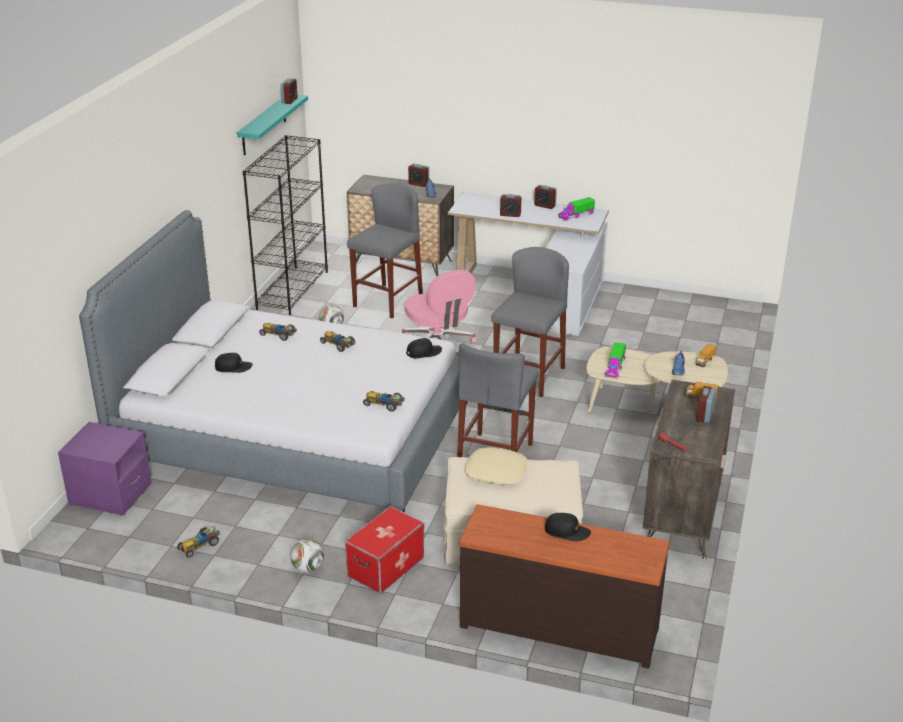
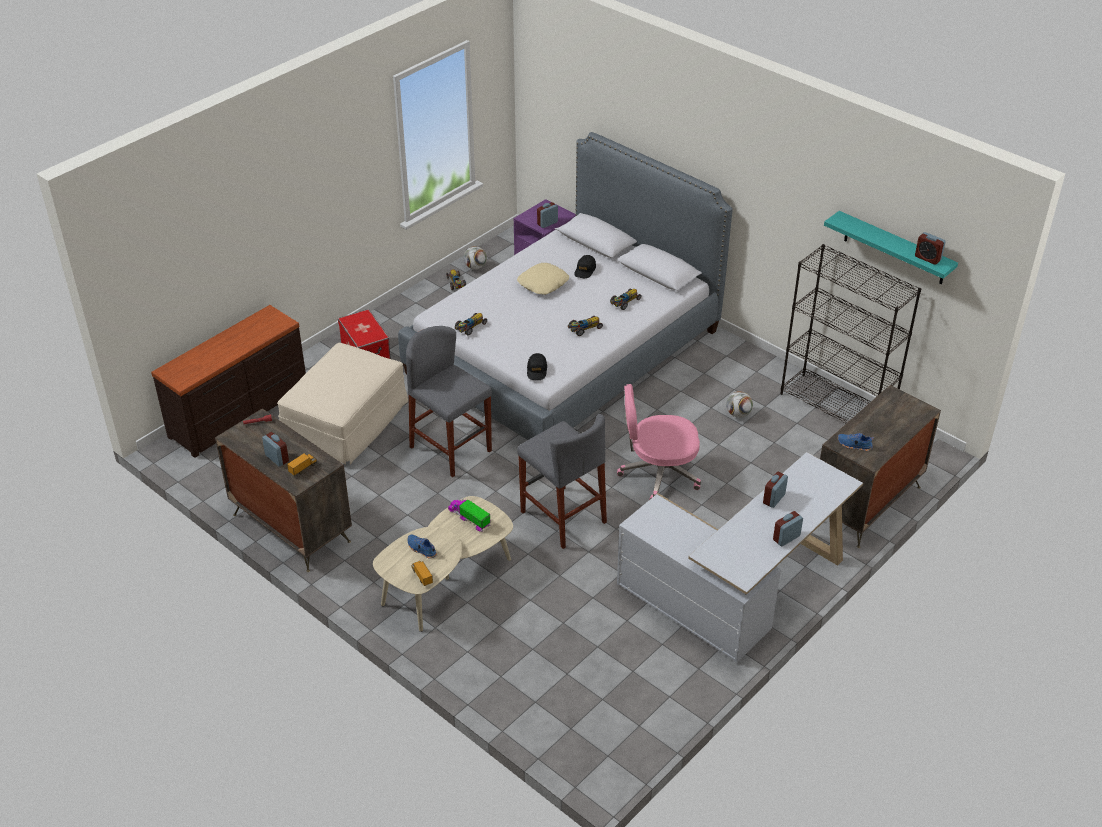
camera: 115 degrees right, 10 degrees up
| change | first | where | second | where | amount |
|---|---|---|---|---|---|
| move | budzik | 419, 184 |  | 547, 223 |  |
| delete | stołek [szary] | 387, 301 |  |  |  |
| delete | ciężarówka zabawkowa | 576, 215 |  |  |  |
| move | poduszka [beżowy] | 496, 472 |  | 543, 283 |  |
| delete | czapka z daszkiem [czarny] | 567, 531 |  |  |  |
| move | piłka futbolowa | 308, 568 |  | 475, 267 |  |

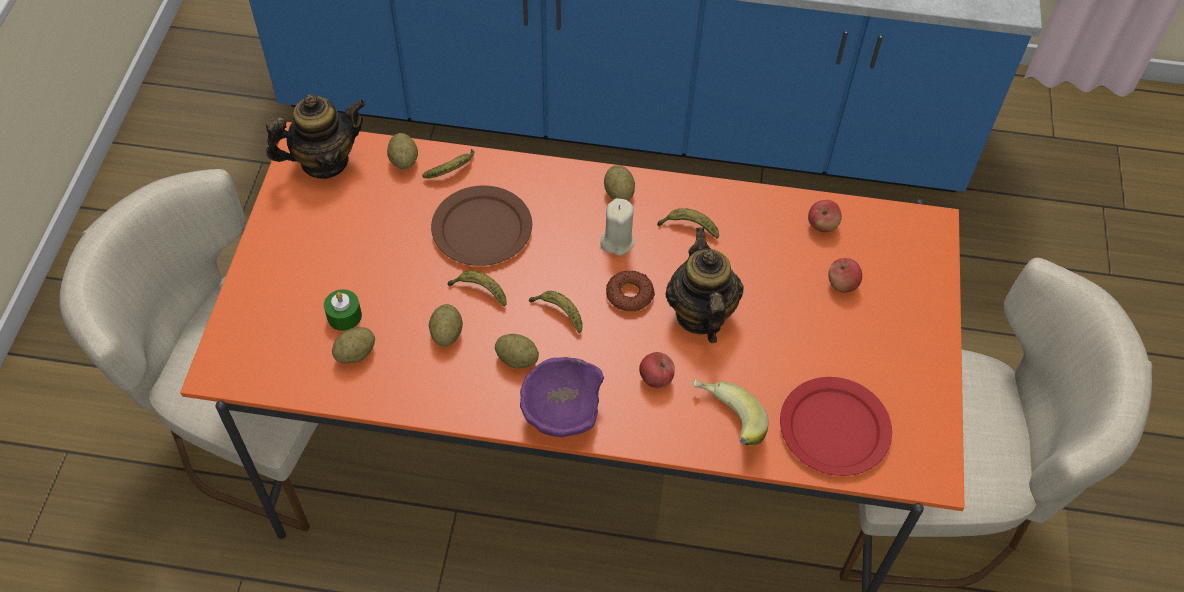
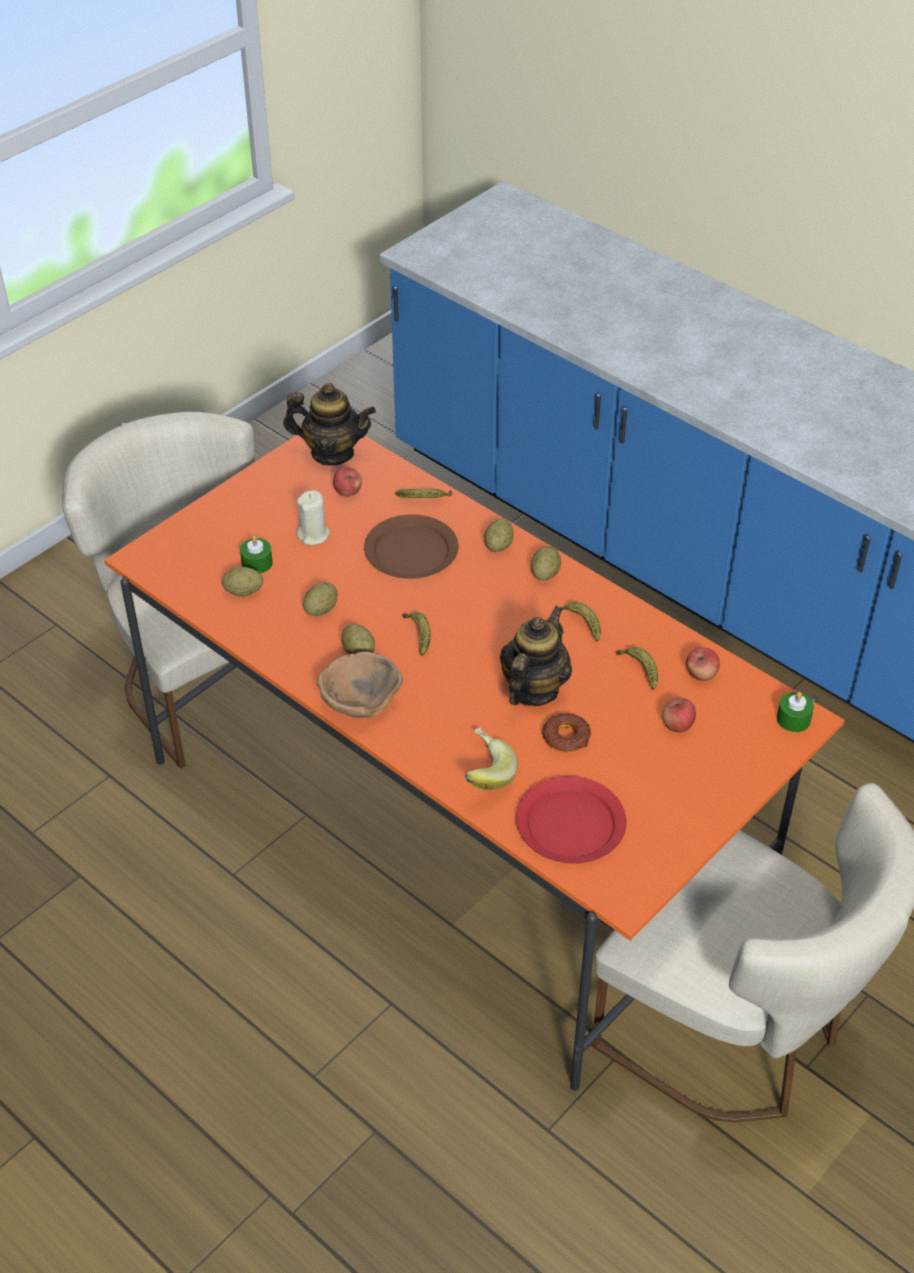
camera: 35 degrees right, 10 degrees down
| change | first | where | second | where | amount |
|---|---|---|---|---|---|
| move | ziemniak | 404, 160 |  | 498, 546 |  |
| move | świeca [beżowy] | 617, 241 |  | 313, 535 |  |
| move | banan | 479, 291 |  | 640, 670 |  |
| move | donut | 630, 295 |  | 566, 737 |  |
| move | jabłko | 655, 378 |  | 348, 492 |  |
| recolor | miska [fioletowy] | 560, 412 | miska [brązowy] | 359, 703 |  |
| insert |  |  | świeca [zielony] | 793, 719 |  |

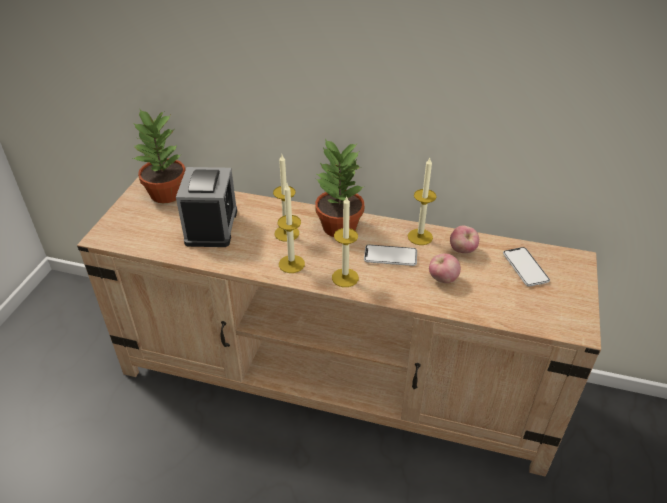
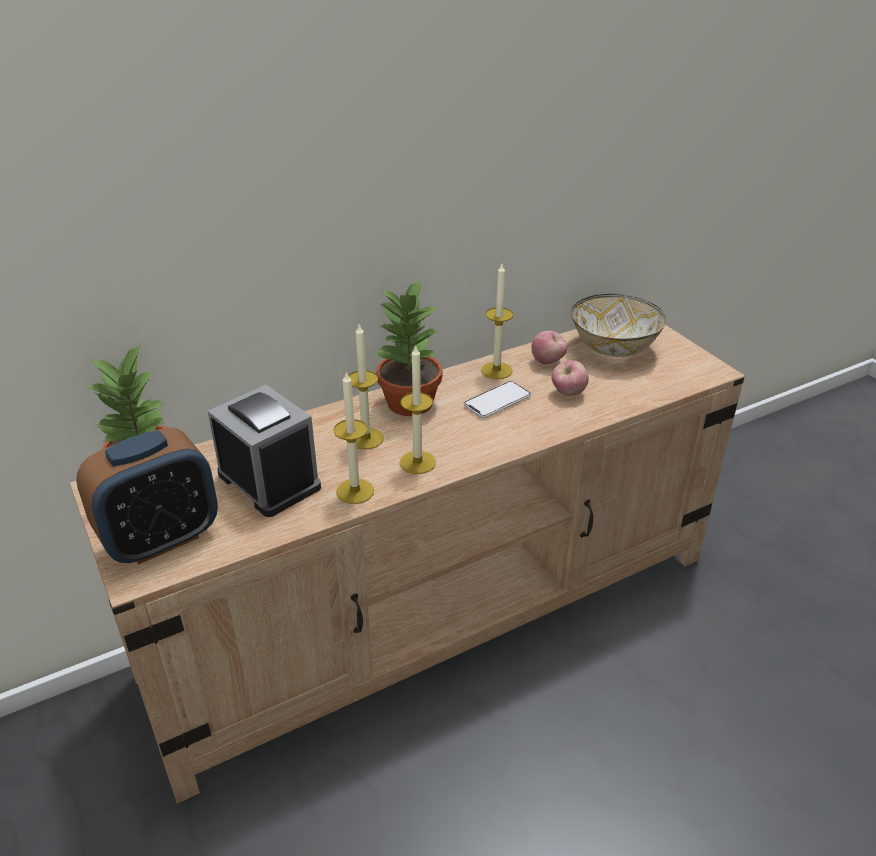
camera: 45 degrees left, 5 degrees down
| change | first | where | second | where | amount |
|---|---|---|---|---|---|
| move | świeca | 345, 277 |  | 355, 491 |  |
| replace | telefon | 525, 267 | miska | 613, 347 |  |
| insert |  |  | budzik | 161, 539 |  |

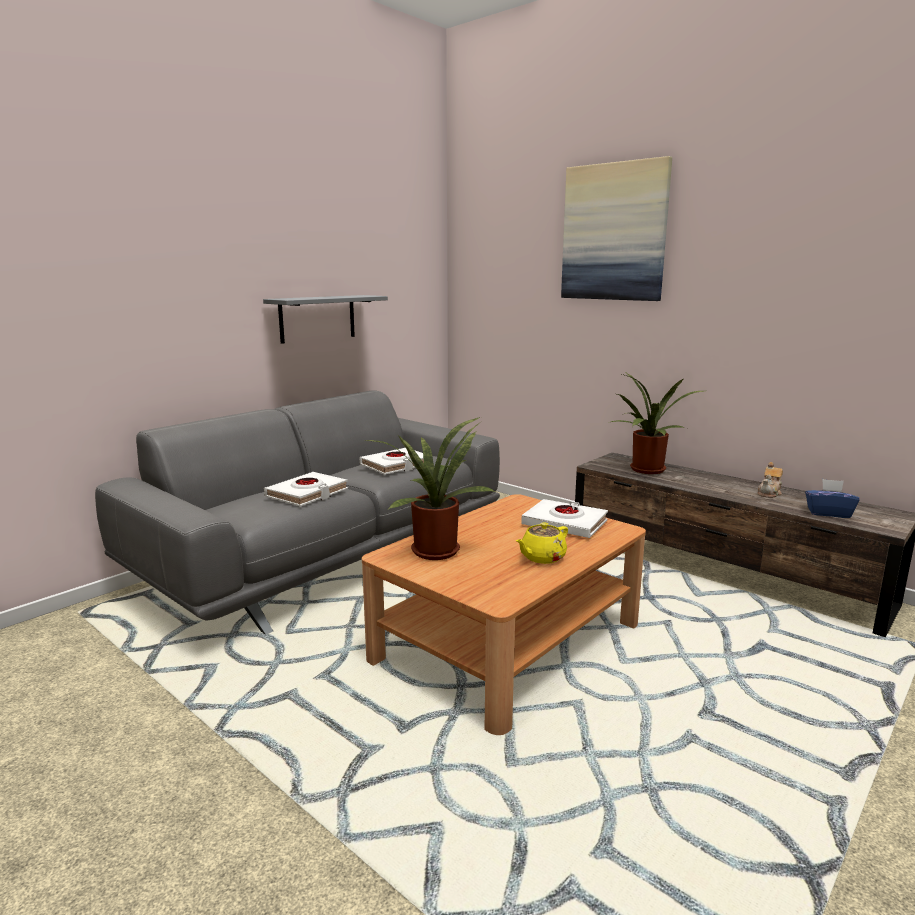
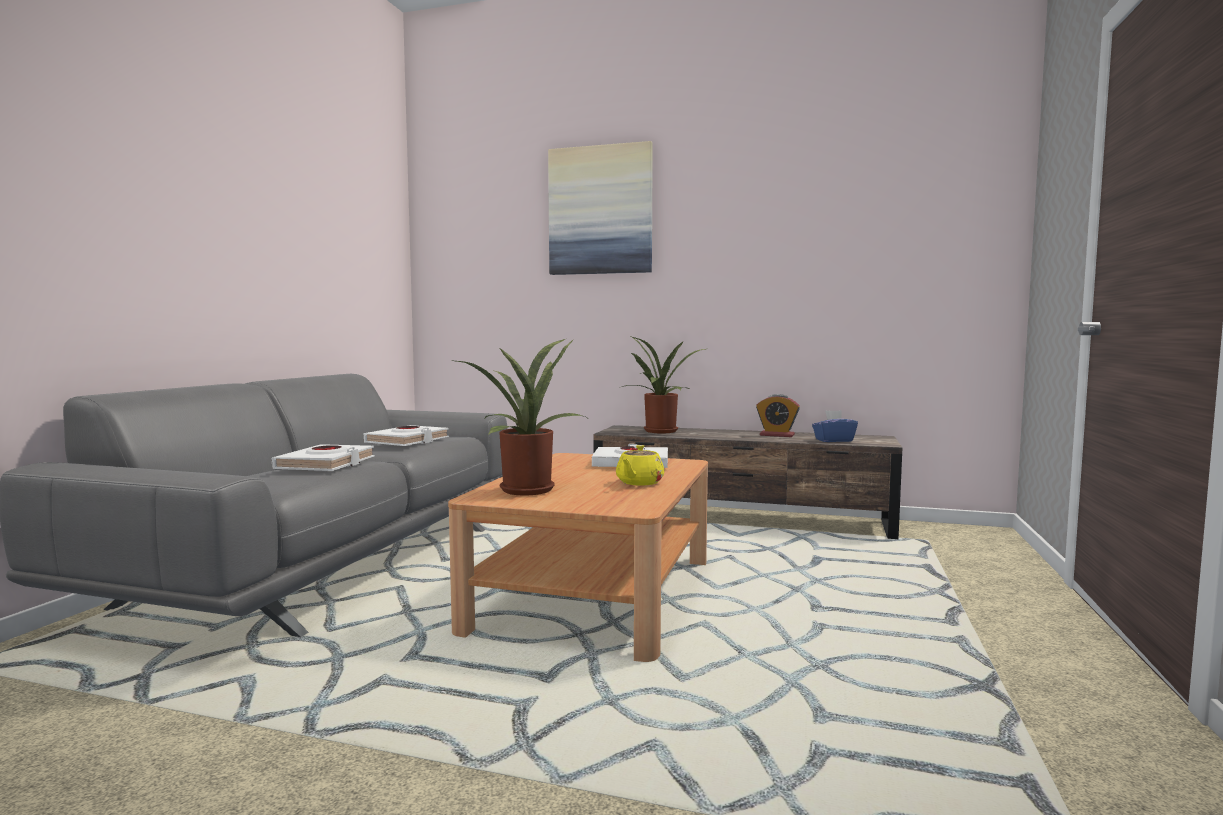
camera: 25 degrees left, 10 degrees down
| change | first | where | second | where | amount |
|---|---|---|---|---|---|
| delete | półka [szary] | 317, 318 |  |  |  |
| replace | imbryk | 769, 493 | budzik | 777, 435 |  |

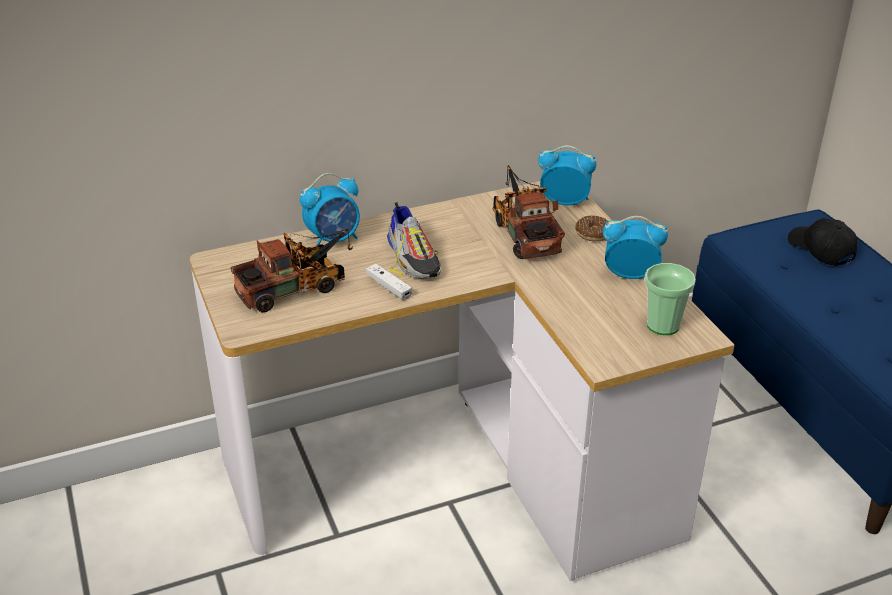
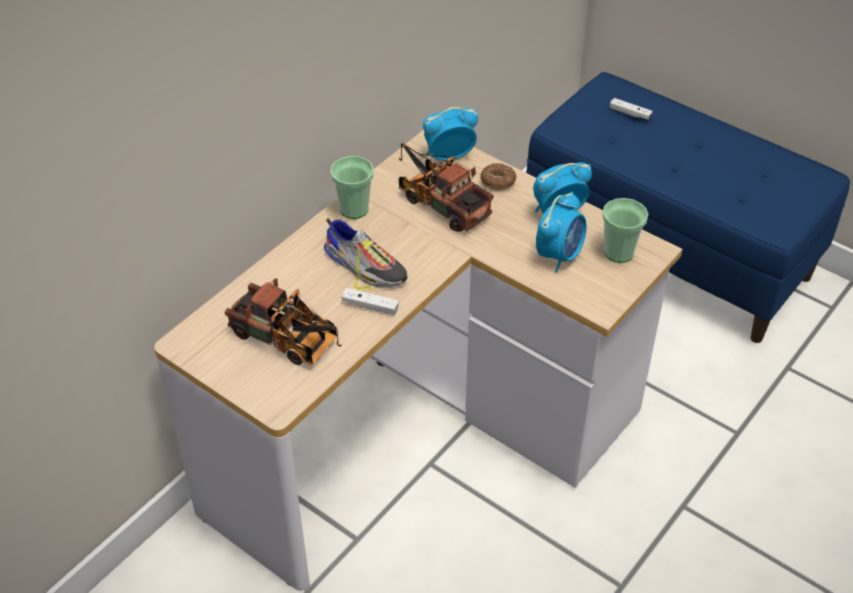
camera: 30 degrees left, 10 degrees up
| change | first | where | second | where | amount |
|---|---|---|---|---|---|
| move | budzik | 334, 239 |  | 559, 255 |  |
| replace | czapka z daszkiem [czarny] | 820, 250 | pad do gier [biały] | 630, 113 |  |
| rotate | ciężarówka zabawkowa | 297, 288 |  | 289, 341 | 90 degrees clockwise |
| insert |  |  | filiżanka | 354, 209 |  |

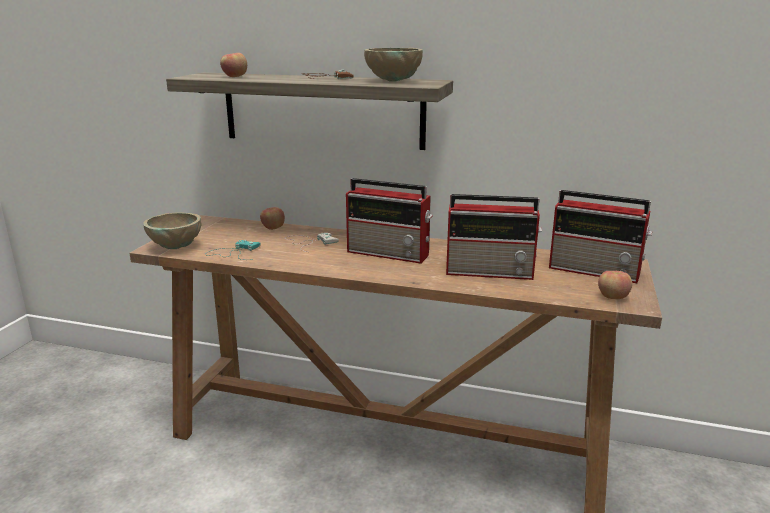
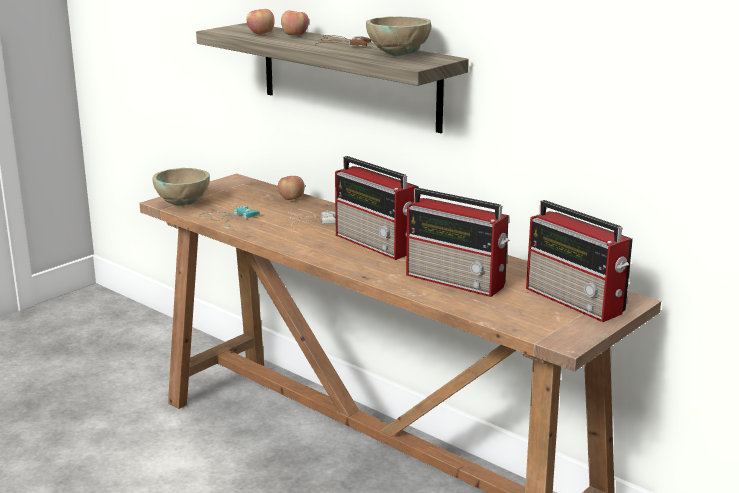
camera: 25 degrees right, 0 degrees up
| change | first | where | second | where | amount |
|---|---|---|---|---|---|
| move | jabłko | 613, 297 |  | 294, 35 |  |

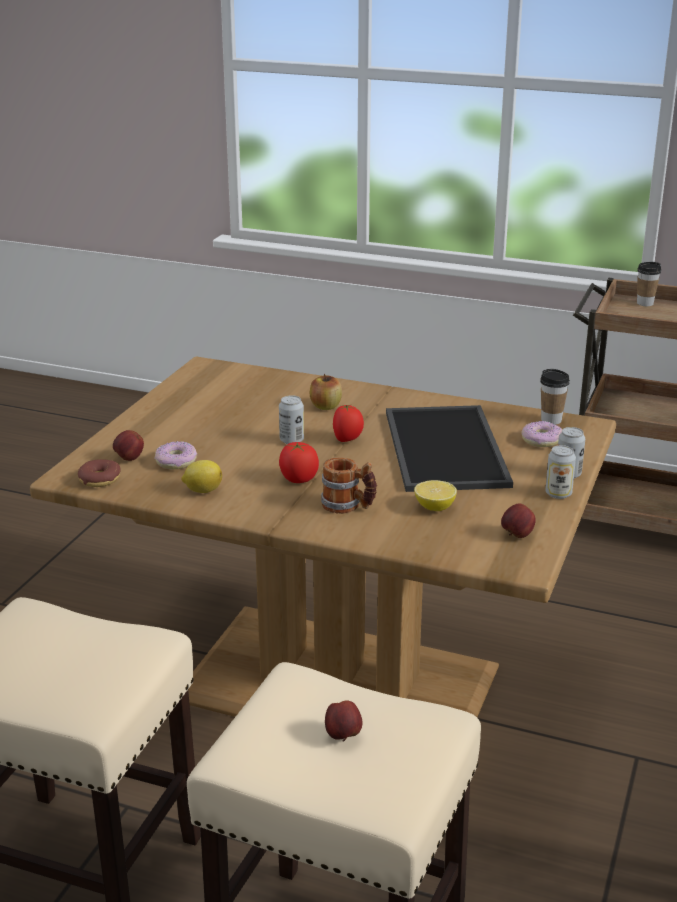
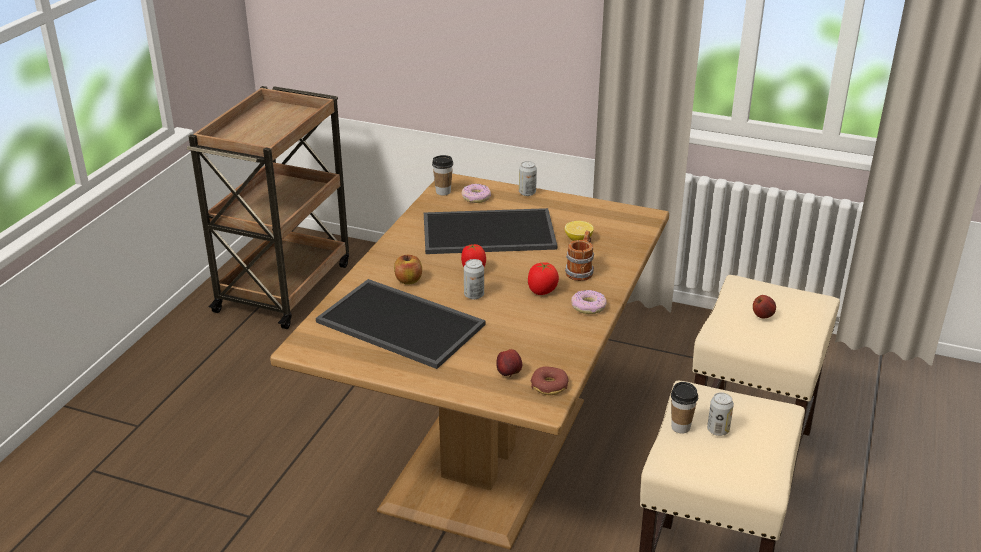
camera: 90 degrees left, 5 degrees up
| change | first | where | second | where | amount |
|---|---|---|---|---|---|
| move | filiżanka | 645, 303 |  | 680, 427 |  |
| move | donut | 176, 462 |  | 588, 306 |  |
| move | puszka | 558, 494 |  | 718, 430 |  |
| delete | cytryna | 202, 490 |  |  |  |
| delete | jabłko | 517, 535 |  |  |  |
| insert |  |  | taca | 403, 323 |  |

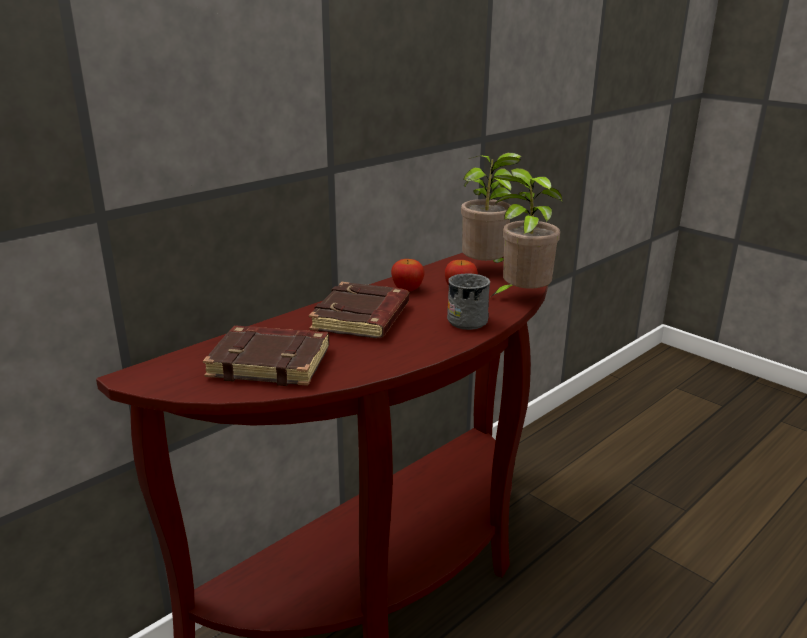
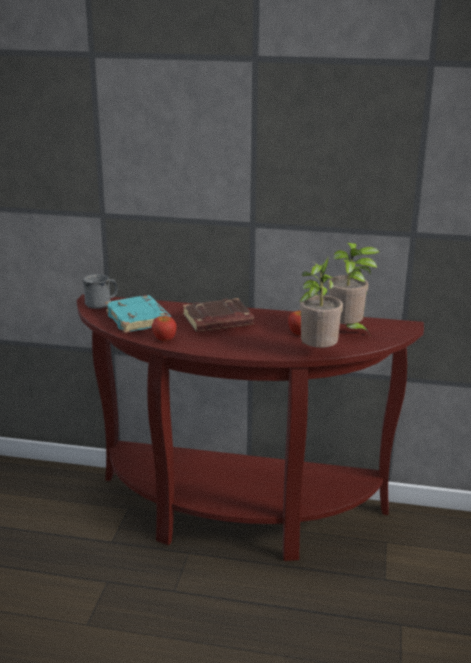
camera: 55 degrees right, 0 degrees up
| change | first | where | second | where | amount |
|---|---|---|---|---|---|
| move | jabłko | 407, 289 |  | 164, 339 |  |
| move | kubek [szary] | 467, 319 |  | 102, 304 |  |
| recolor | książka [brązowy] | 272, 362 | książka [turkusowy] | 139, 319 |  |

